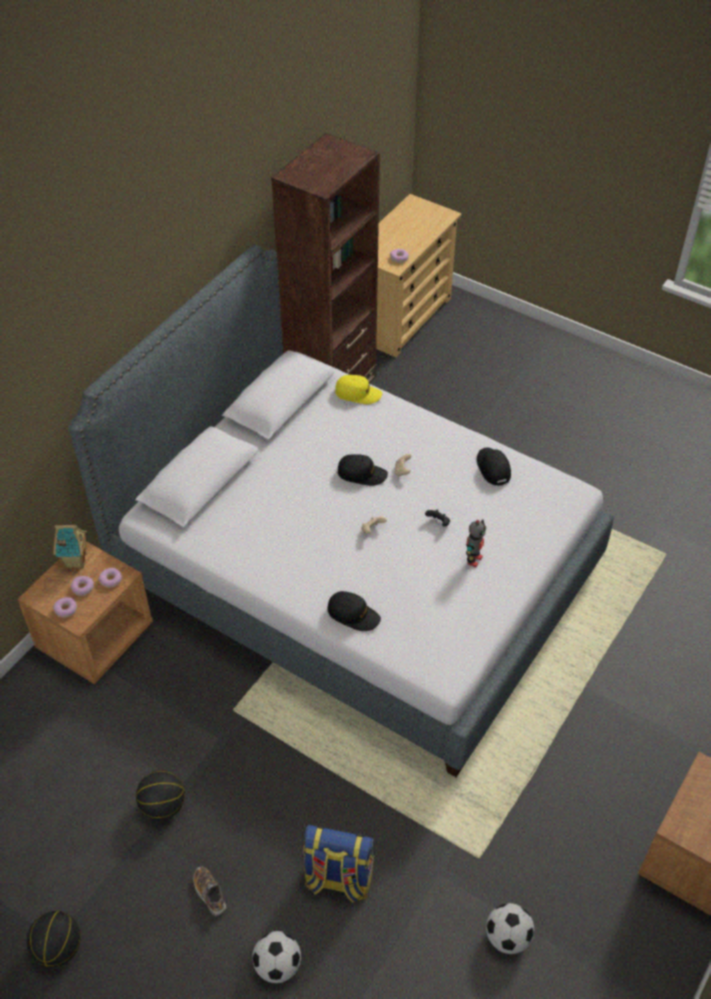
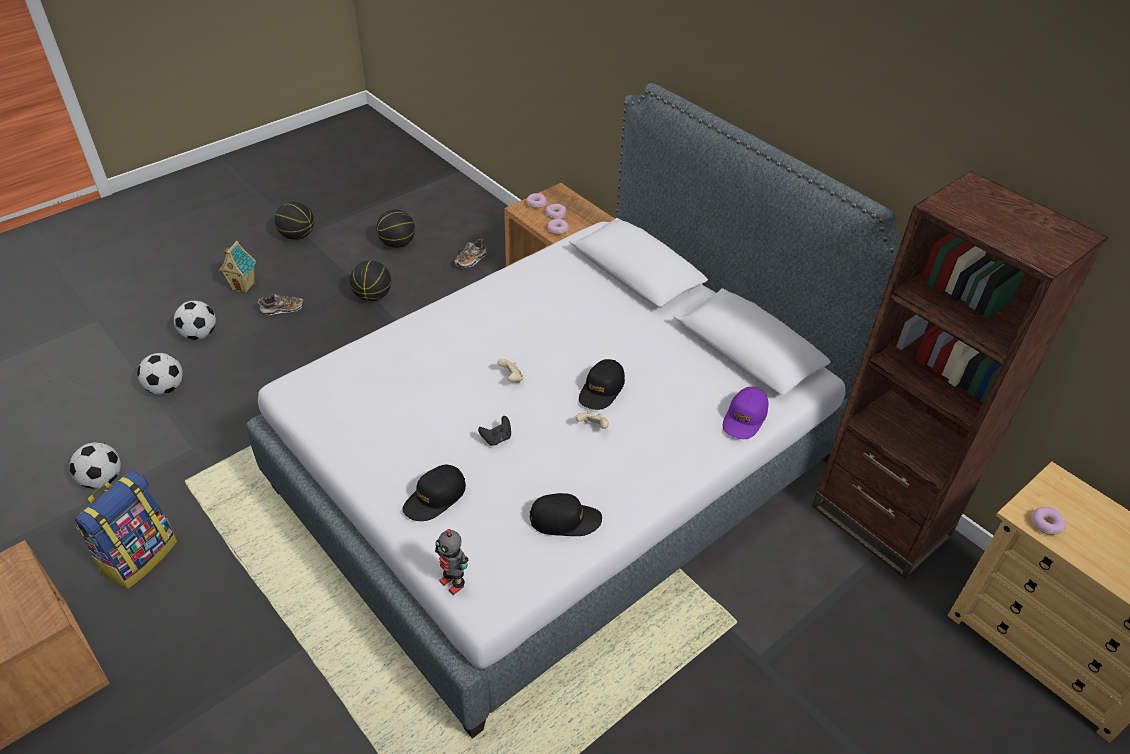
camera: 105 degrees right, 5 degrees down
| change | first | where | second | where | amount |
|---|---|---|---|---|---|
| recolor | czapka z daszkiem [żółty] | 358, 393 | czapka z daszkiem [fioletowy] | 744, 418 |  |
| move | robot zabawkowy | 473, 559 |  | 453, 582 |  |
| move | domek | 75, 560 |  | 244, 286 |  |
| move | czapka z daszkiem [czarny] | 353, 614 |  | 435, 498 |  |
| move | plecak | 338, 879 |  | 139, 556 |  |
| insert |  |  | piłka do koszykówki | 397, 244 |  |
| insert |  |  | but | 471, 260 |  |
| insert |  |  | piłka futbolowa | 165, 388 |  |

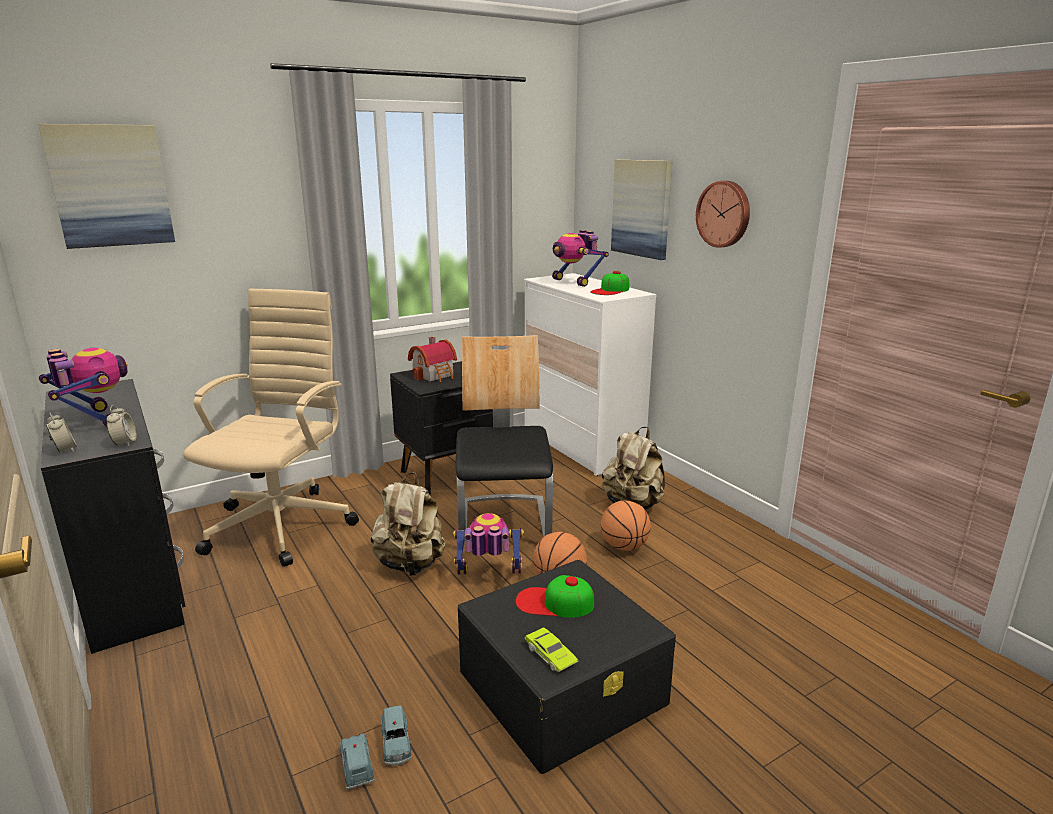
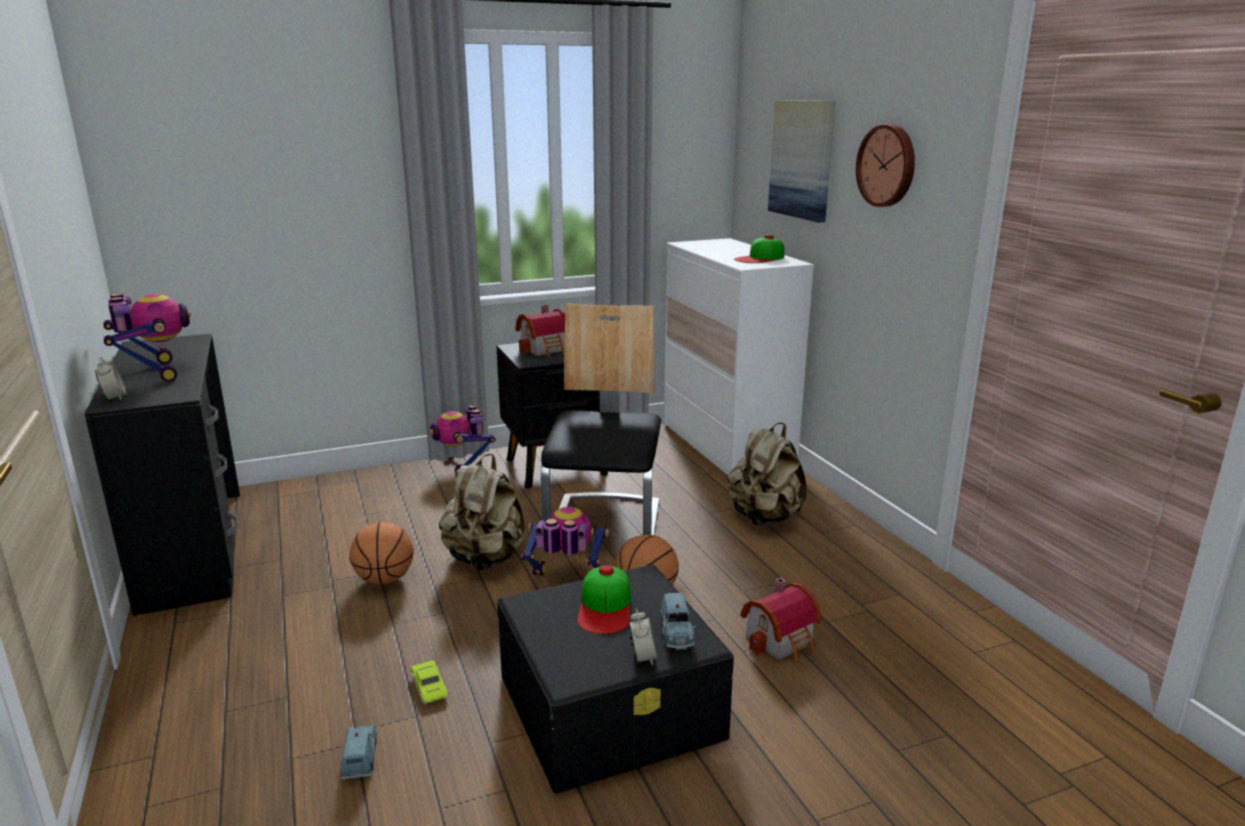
camera: 10 degrees right, 0 degrees up
| change | first | where | second | where | amount |
|---|---|---|---|---|---|
| delete | obraz | 110, 186 |  |  |  |
| move | robot zabawkowy | 575, 282 |  | 463, 465 |  |
| delete | krzesło biurowe [beżowy] | 283, 524 |  |  |  |
| move | budzik | 124, 443 |  | 642, 657 |  |
| move | piłka do koszykówki | 624, 547 |  | 384, 580 |  |
| rotate | czapka z daszkiem | 554, 602 |  | 605, 607 | 105 degrees counterclockwise |
| move | samochodzik [zielony] | 550, 655 |  | 429, 687 |  |
| move | samochodzik [niebieski] | 396, 746 |  | 676, 634 |  |
| insert |  |  | domek | 783, 641 |  |

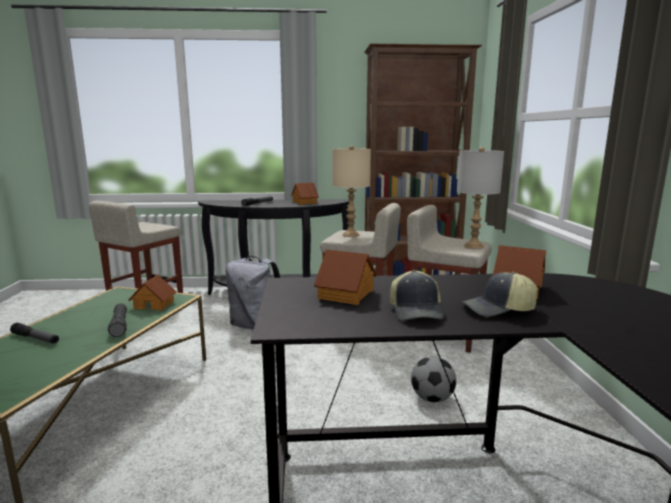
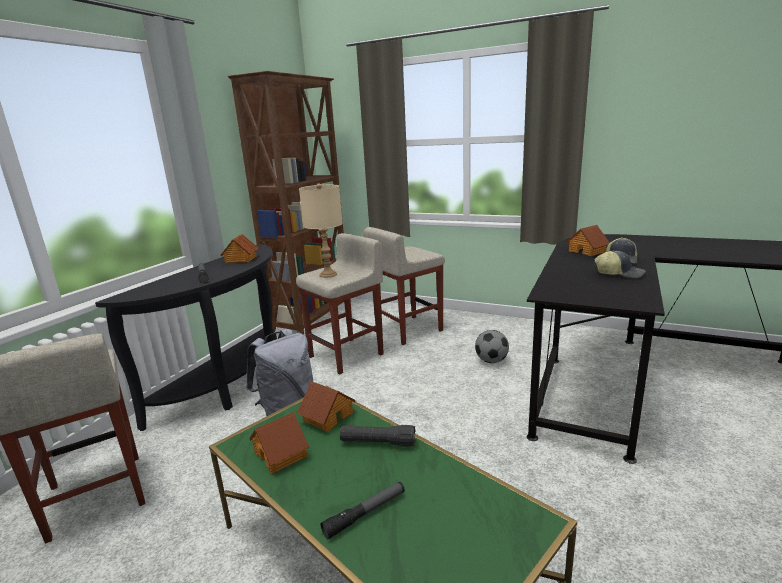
camera: 60 degrees left, 5 degrees up
| change | first | where | second | where | amount |
|---|---|---|---|---|---|
| delete | lampa stołowa [szary] | 474, 246 |  |  |  |
| move | domek | 347, 294 |  | 281, 454 |  |

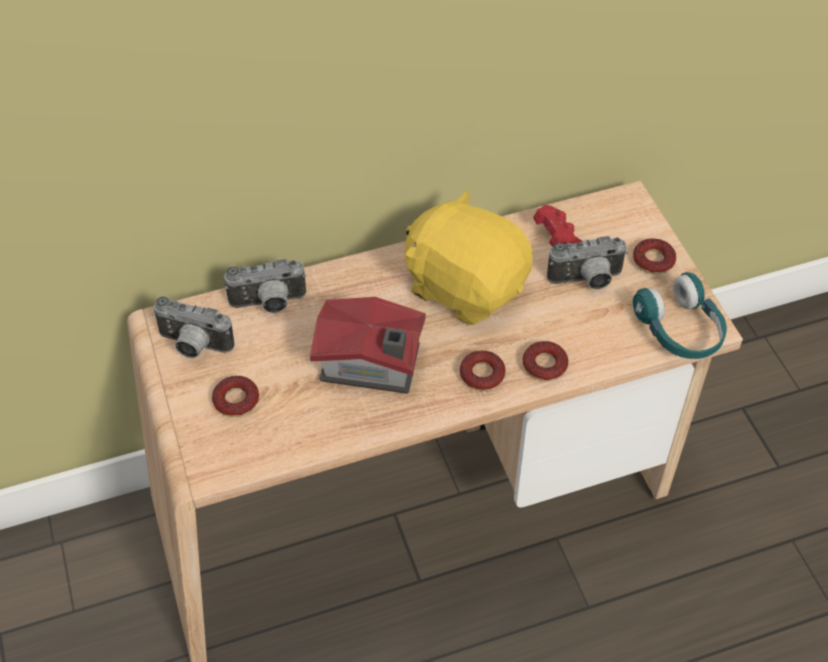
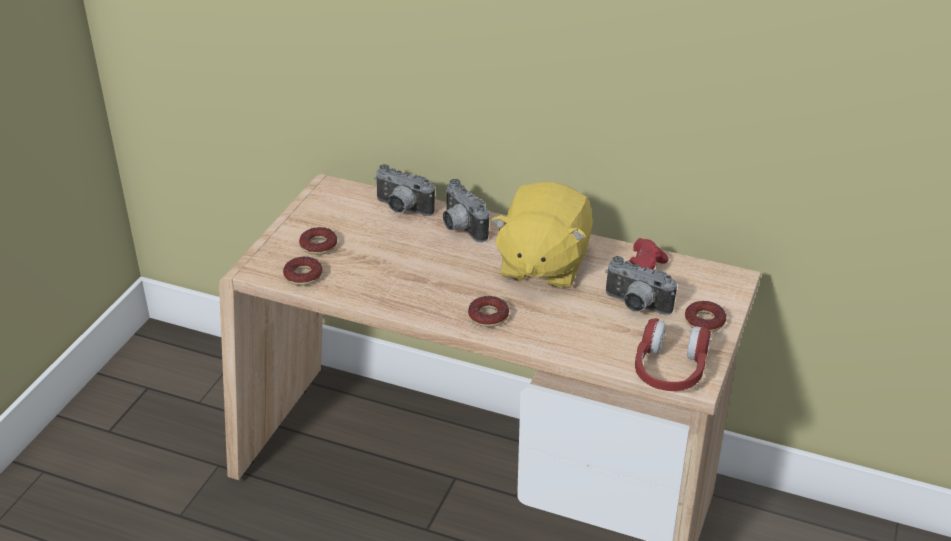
camera: 40 degrees right, 15 degrees down
| change | first | where | second | where | amount |
|---|---|---|---|---|---|
| rotate | pluszak [żółty] | 465, 286 |  | 542, 264 | 150 degrees counterclockwise |
| recolor | słuchawki [turkusowy] | 679, 330 | słuchawki [czerwony] | 669, 370 |  |
| move | aparat fotograficzny | 193, 346 |  | 460, 228 |  |
| delete | domek | 372, 366 |  |  |  |
| move | donut | 544, 365 |  | 303, 275 |  |

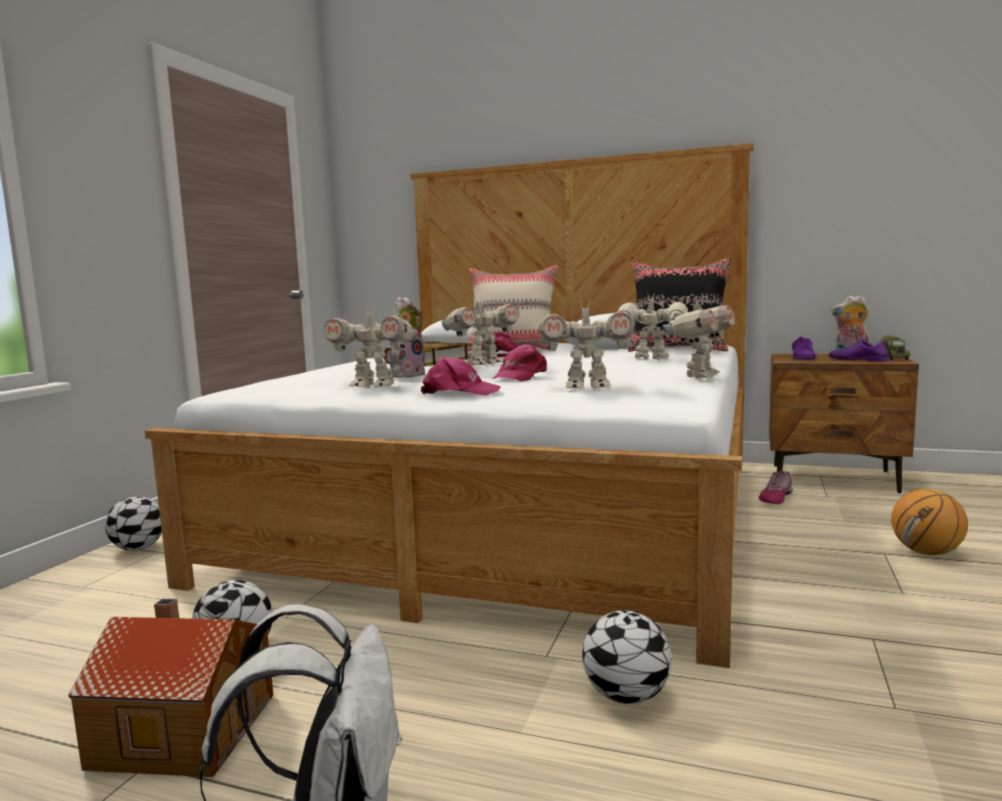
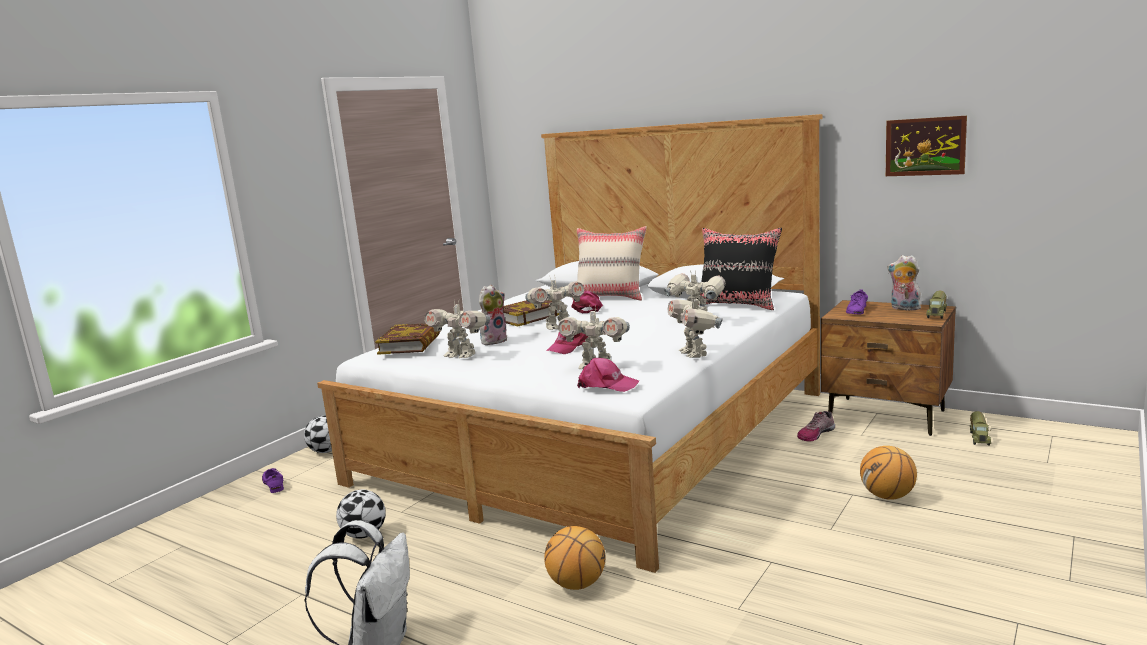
camera: 15 degrees right, 5 degrees up
| change | first | where | second | where | amount |
|---|---|---|---|---|---|
| rotate | robot zabawkowy | 699, 376 |  | 695, 354 | 120 degrees clockwise |
| move | but [fioletowy] | 858, 360 |  | 273, 484 |  |
| move | czapka z daszkiem [różowy] | 459, 392 |  | 607, 385 |  |
| delete | domek | 184, 728 |  |  |  |
| replace | piłka futbolowa | 627, 696 | piłka do koszykówki | 577, 584 |  |
| insert |  |  | obraz | 925, 146 |  |
| insert |  |  | książka | 410, 344 |  |
| insert |  |  | ciężarówka zabawkowa | 980, 437 |  |

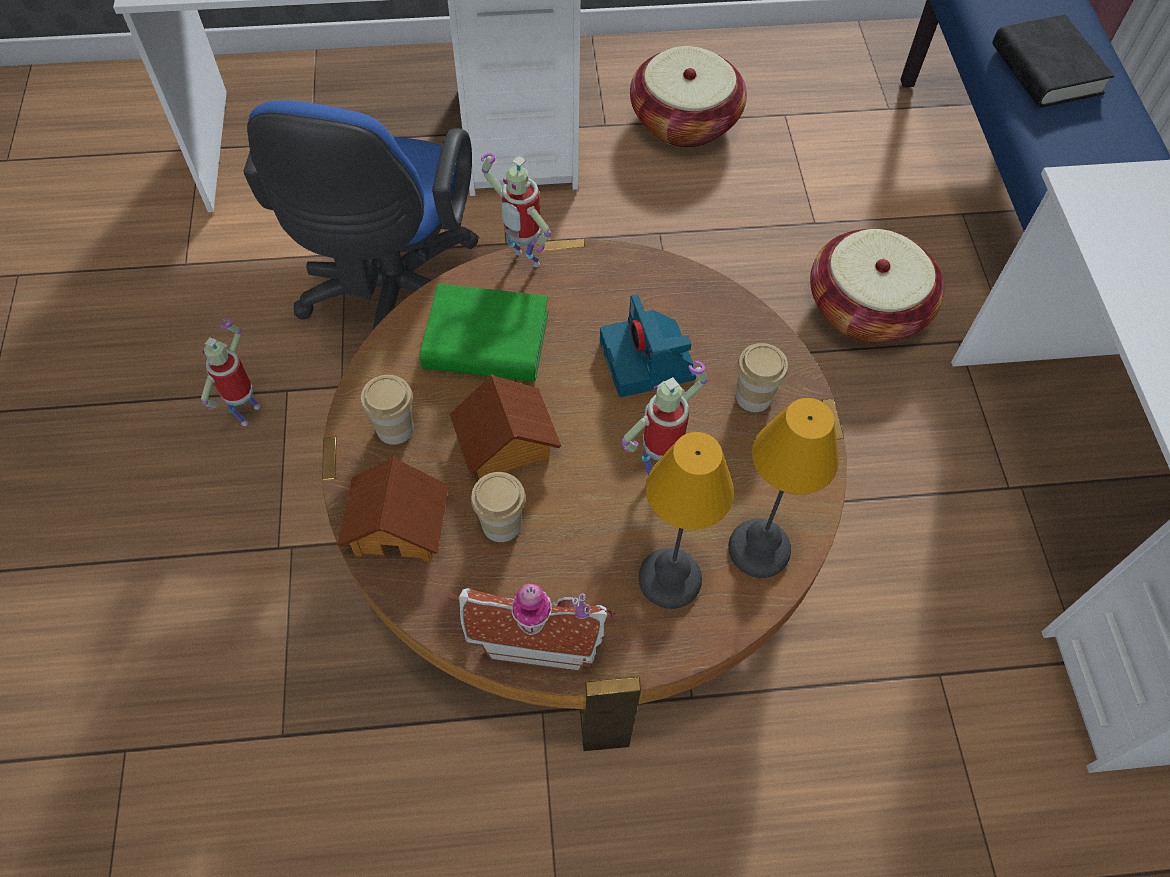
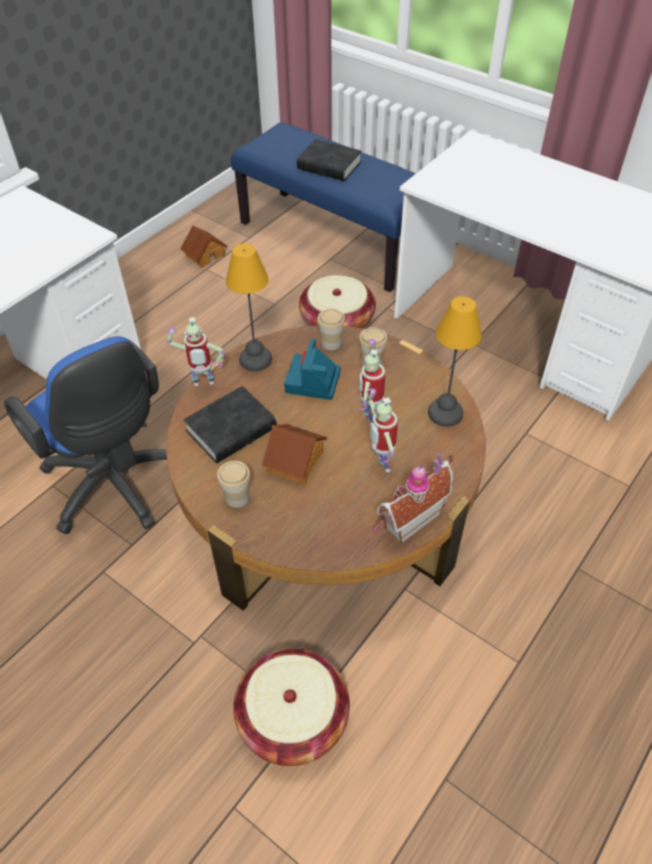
camera: 45 degrees left, 10 degrees down
| change | first | where | second | where | amount |
|---|---|---|---|---|---|
| move | koszyk | 684, 121 |  | 293, 718 |  |
| recolor | książka [zielony] | 486, 341 | książka [czarny] | 231, 430 |  |
| rotate | aparat fotograficzny | 648, 361 |  | 313, 382 | 75 degrees clockwise |
| move | robot zabawkowy | 247, 412 |  | 380, 464 |  |
| move | lampa stołowa | 669, 580 |  | 256, 360 |  |
| move | domek | 399, 524 |  | 205, 255 |  |
| move | filiżanka | 501, 524 |  | 331, 343 |  |

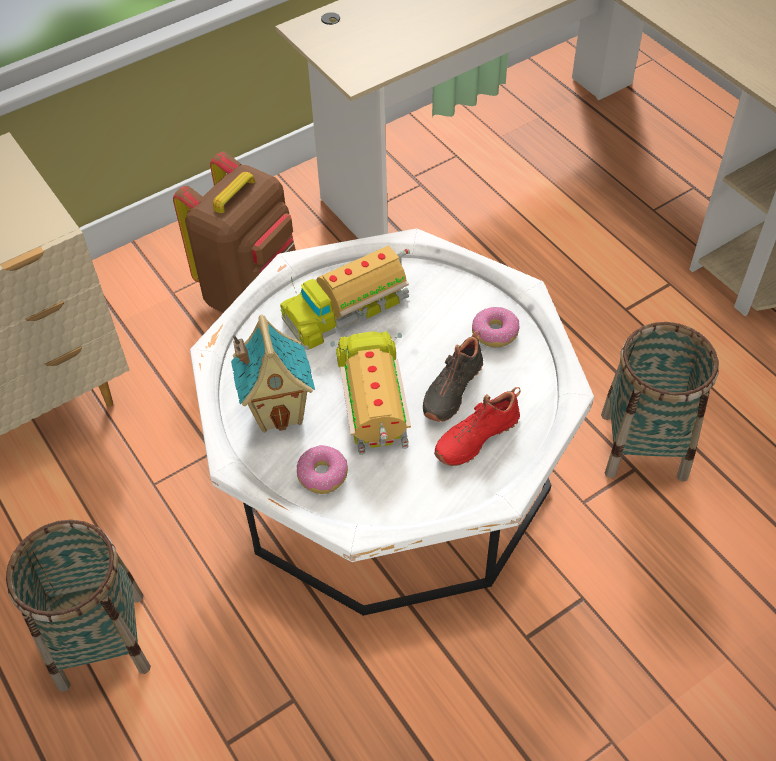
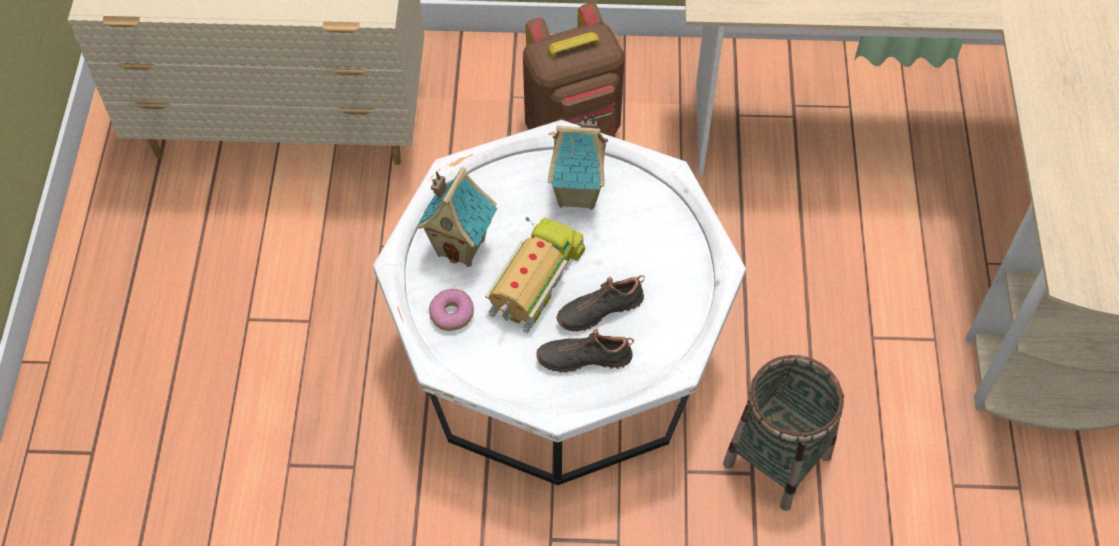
camera: 35 degrees right, 5 degrees up
| change | first | where | second | where | amount |
|---|---|---|---|---|---|
| replace | ciężarówka zabawkowa | 346, 307 | domek | 579, 194 |  |
| delete | donut | 495, 332 |  |  |  |
| recolor | but [czerwony] | 475, 436 | but [czarny] | 584, 356 |  |
| delete | koszyk | 101, 640 |  |  |  |

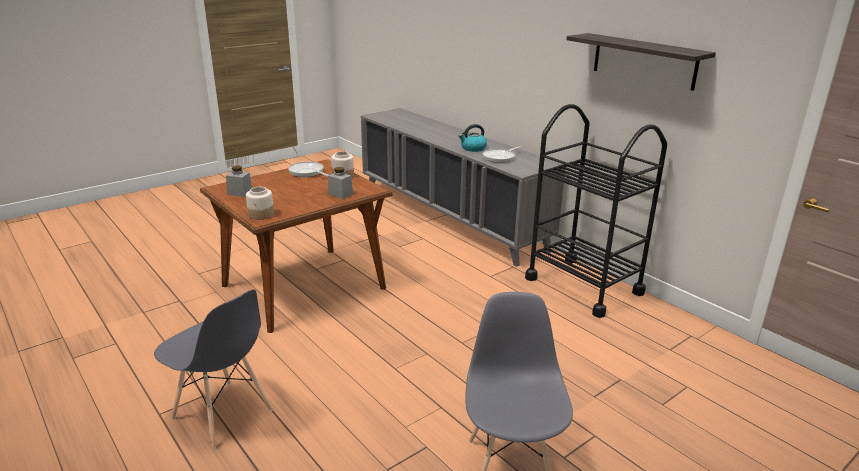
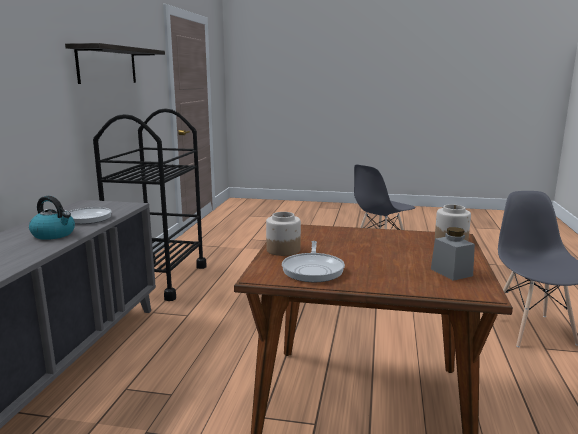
camera: 130 degrees left, 10 degrees down
| change | first | where | second | where | amount |
|---|---|---|---|---|---|
| delete | słoik [szary] | 340, 194 |  |  |  |

